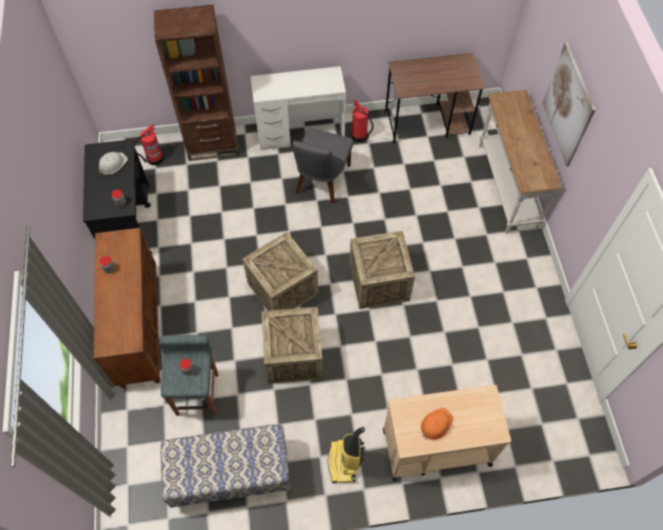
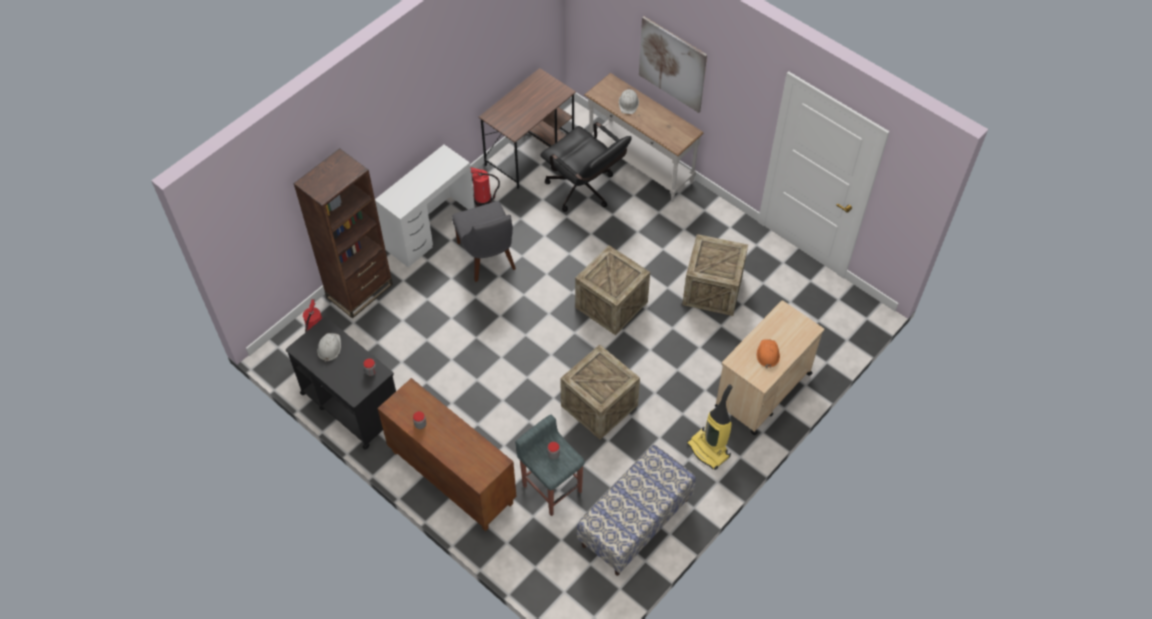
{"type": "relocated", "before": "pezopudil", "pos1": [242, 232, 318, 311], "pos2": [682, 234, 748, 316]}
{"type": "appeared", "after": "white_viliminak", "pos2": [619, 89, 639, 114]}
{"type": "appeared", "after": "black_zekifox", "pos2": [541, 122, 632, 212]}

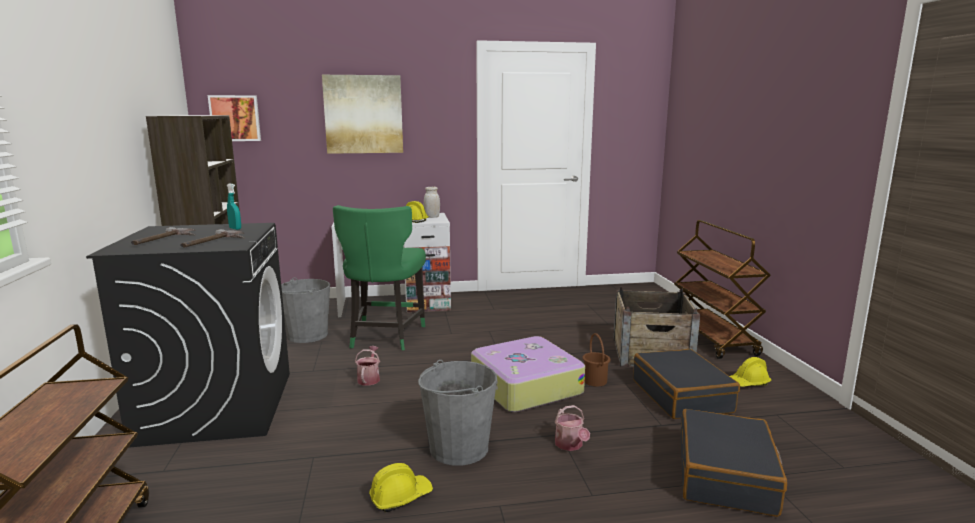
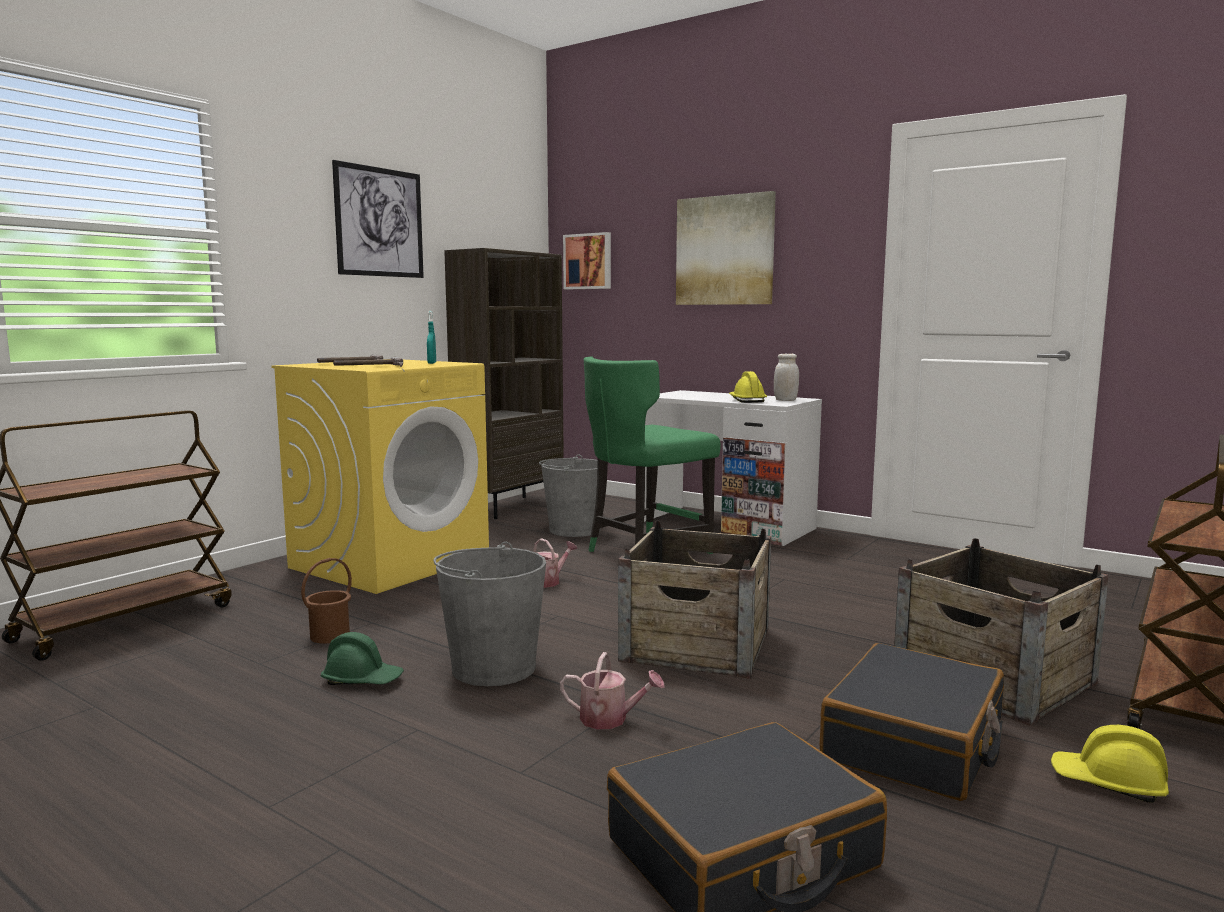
{"type": "colour", "before": "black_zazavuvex", "after": "yellow_zazavuvex", "pos1": [86, 223, 290, 448], "pos2": [271, 360, 489, 594]}
{"type": "relocated", "before": "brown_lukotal", "pos1": [583, 333, 611, 386], "pos2": [301, 558, 352, 644]}
{"type": "exchanged", "before": "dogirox", "after": "pezopudil", "pos1": [471, 336, 585, 412], "pos2": [618, 521, 771, 679]}
{"type": "spun", "before": "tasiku", "pos1": [555, 405, 590, 451], "pos2": [560, 652, 665, 729], "turn": -105}
{"type": "colour", "before": "yellow_viliminak", "after": "green_viliminak", "pos1": [369, 463, 433, 512], "pos2": [321, 632, 404, 685]}
{"type": "appeared", "after": "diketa", "pos2": [332, 160, 424, 278]}

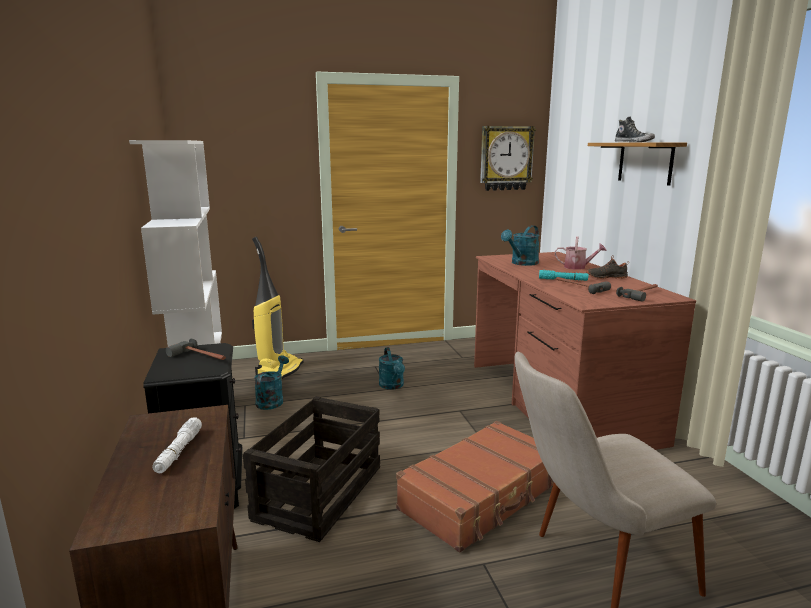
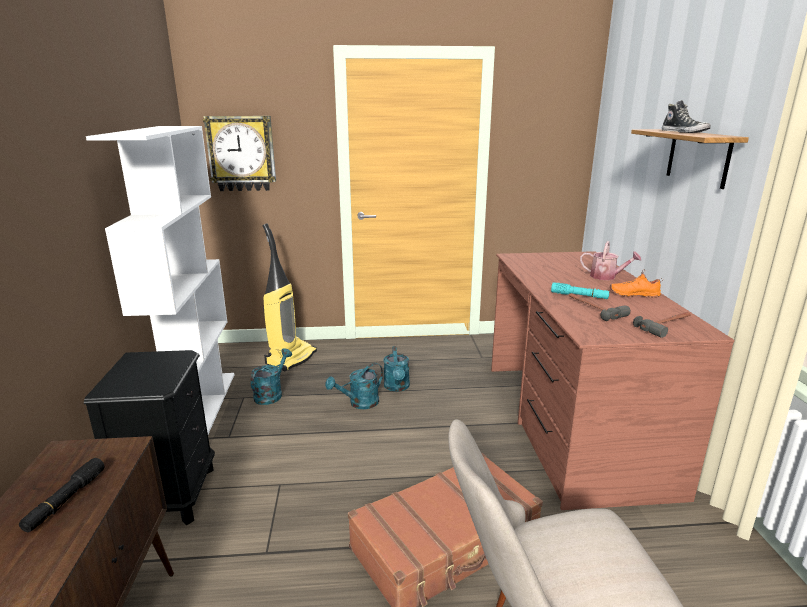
{"type": "relocated", "before": "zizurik", "pos1": [480, 126, 536, 191], "pos2": [203, 116, 276, 191]}
{"type": "relocated", "before": "turquoise_tasiku", "pos1": [501, 225, 540, 266], "pos2": [325, 363, 383, 409]}
{"type": "colour", "before": "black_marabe", "after": "orange_marabe", "pos1": [586, 255, 628, 279], "pos2": [610, 270, 664, 298]}
{"type": "missing", "before": "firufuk", "pos1": [166, 339, 226, 360]}
{"type": "missing", "before": "pezopudil", "pos1": [243, 396, 380, 542]}
{"type": "colour", "before": "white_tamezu", "after": "black_tamezu", "pos1": [152, 417, 202, 473], "pos2": [19, 458, 105, 532]}

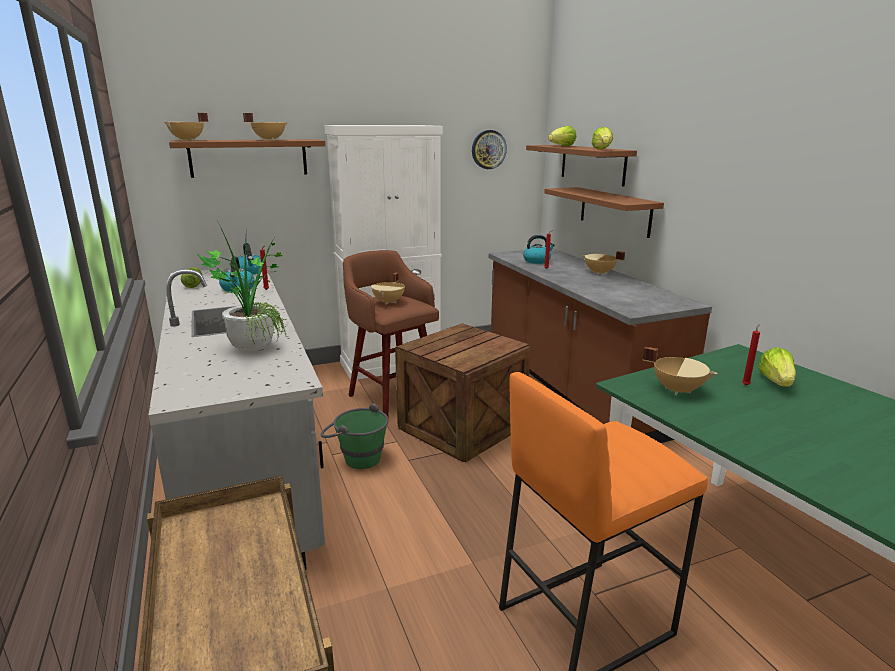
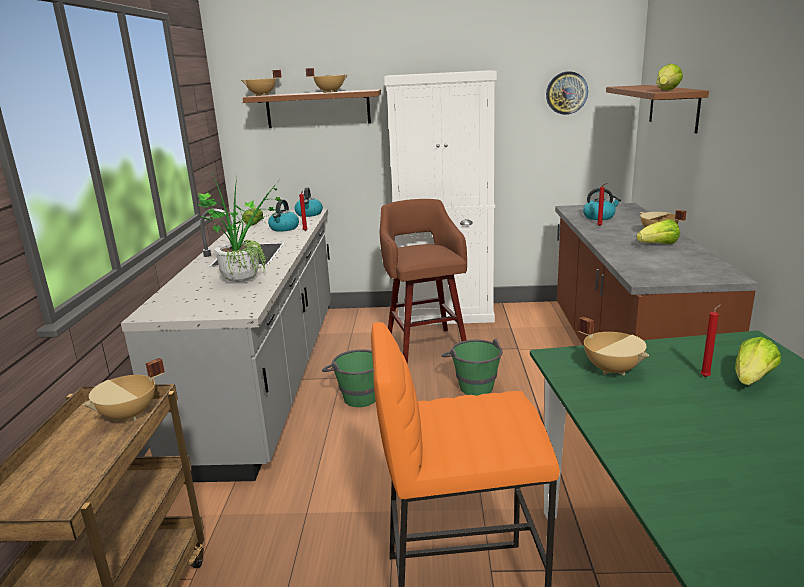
{"type": "relocated", "before": "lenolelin", "pos1": [548, 126, 576, 146], "pos2": [637, 219, 680, 244]}
{"type": "missing", "before": "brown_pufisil", "pos1": [544, 187, 664, 238]}
{"type": "relocated", "before": "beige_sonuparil", "pos1": [371, 272, 405, 305], "pos2": [83, 358, 165, 422]}
{"type": "exchanged", "before": "pezopudil", "after": "green_lukotal", "pos1": [395, 323, 531, 463], "pos2": [441, 339, 503, 396]}

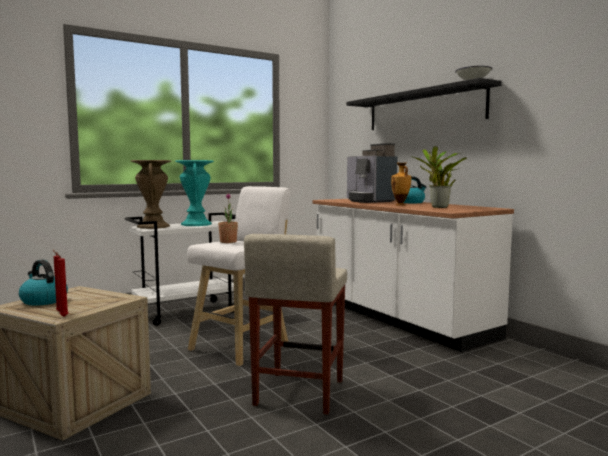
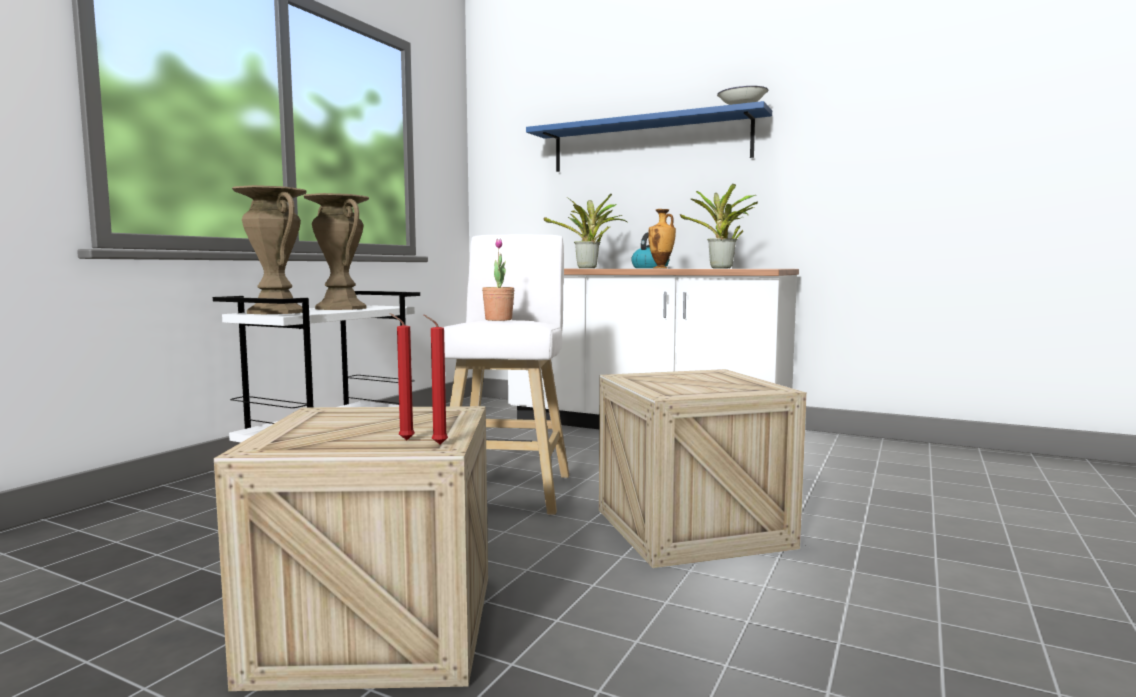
{"type": "colour", "before": "black_pufisil", "after": "blue_pufisil", "pos1": [347, 78, 502, 130], "pos2": [526, 101, 772, 172]}
{"type": "exchanged", "before": "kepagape", "after": "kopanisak", "pos1": [347, 143, 397, 203], "pos2": [543, 194, 627, 268]}
{"type": "colour", "before": "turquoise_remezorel", "after": "brown_remezorel", "pos1": [175, 160, 214, 226], "pos2": [304, 193, 369, 310]}
{"type": "exchanged", "before": "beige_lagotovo", "after": "pezopudil", "pos1": [244, 234, 347, 415], "pos2": [599, 369, 807, 568]}
{"type": "missing", "before": "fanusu", "pos1": [19, 260, 68, 306]}

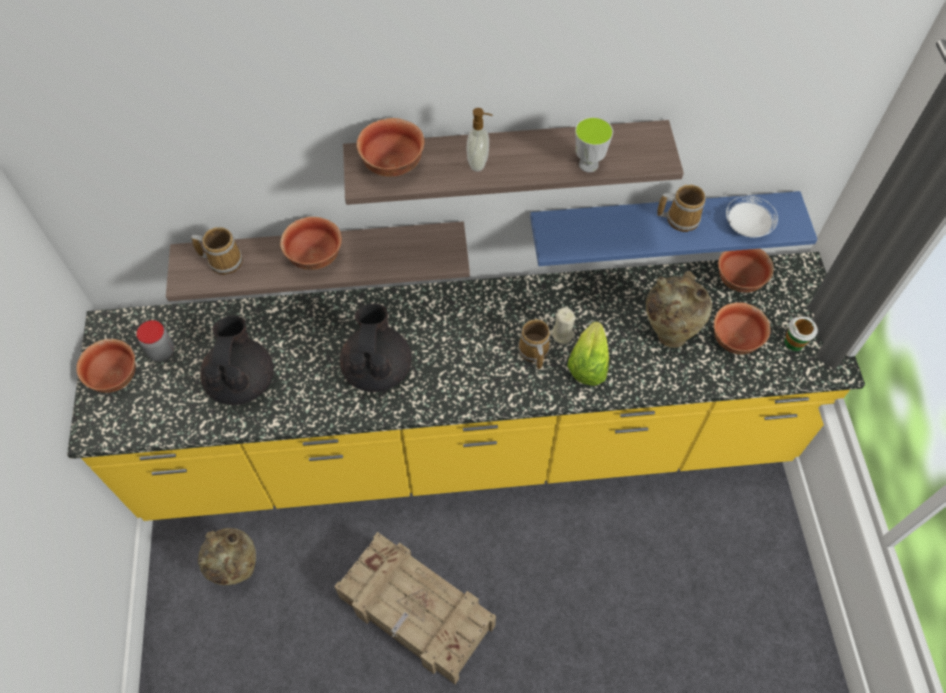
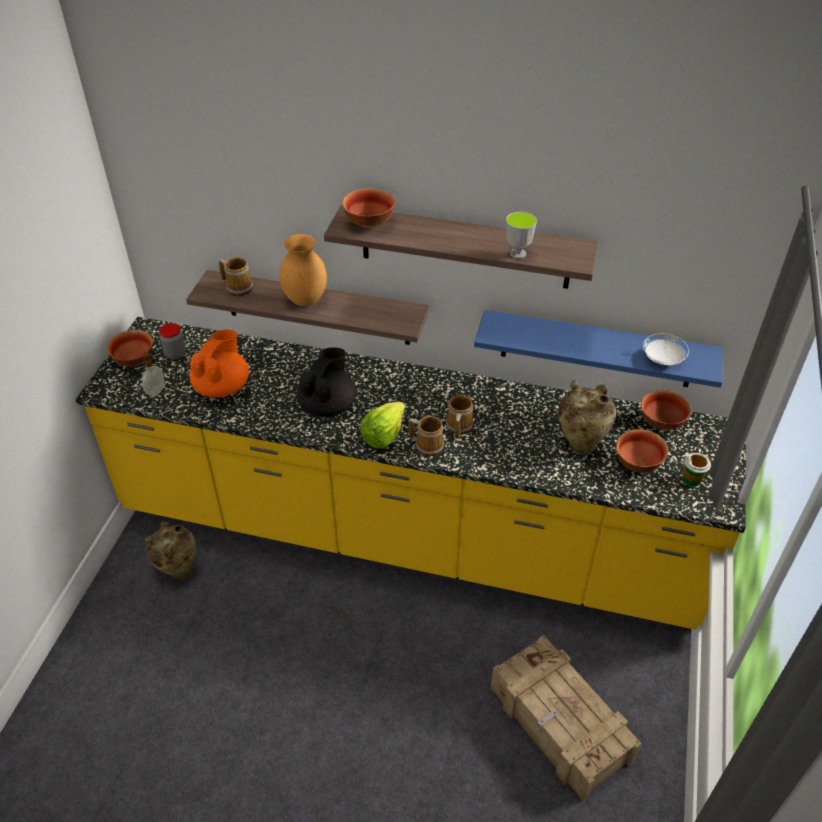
{"type": "relocated", "before": "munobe", "pos1": [467, 108, 492, 172], "pos2": [142, 352, 164, 397]}
{"type": "relocated", "before": "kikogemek", "pos1": [657, 184, 706, 232], "pos2": [408, 416, 444, 456]}
{"type": "exchanged", "before": "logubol", "after": "brown_remezorel", "pos1": [280, 217, 342, 270], "pos2": [279, 234, 327, 306]}
{"type": "missing", "before": "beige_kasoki", "pos1": [550, 307, 576, 344]}
{"type": "colour", "before": "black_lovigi", "after": "orange_lovigi", "pos1": [200, 316, 274, 405], "pos2": [190, 330, 249, 398]}
{"type": "relocated", "before": "lenolelin", "pos1": [567, 322, 609, 386], "pos2": [360, 402, 405, 449]}
{"type": "relocated", "before": "pezopudil", "pos1": [334, 532, 496, 685], "pos2": [491, 635, 642, 802]}

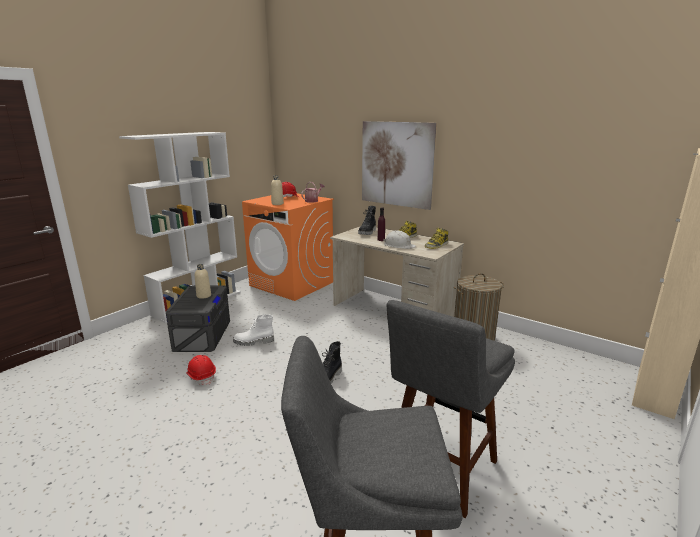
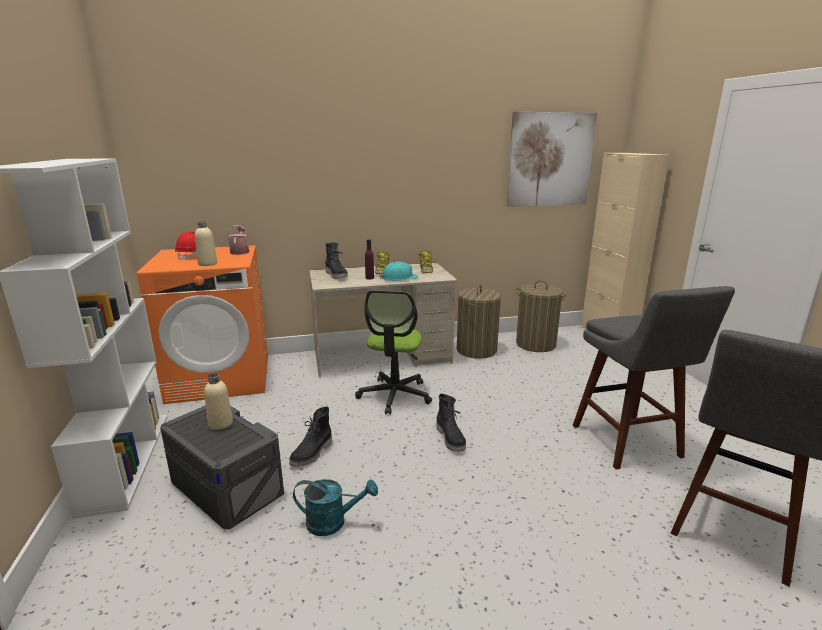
{"type": "relocated", "before": "diketa", "pos1": [362, 121, 437, 210], "pos2": [506, 112, 597, 207]}
{"type": "colour", "before": "white_viliminak", "after": "turquoise_viliminak", "pos1": [383, 231, 416, 249], "pos2": [380, 261, 419, 281]}
{"type": "colour", "before": "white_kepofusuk", "after": "black_kepofusuk", "pos1": [233, 314, 274, 346], "pos2": [289, 407, 332, 467]}
{"type": "exchanged", "before": "red_viliminak", "after": "turquoise_tasiku", "pos1": [187, 355, 216, 385], "pos2": [293, 479, 378, 536]}
{"type": "appeared", "after": "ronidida", "pos2": [516, 280, 568, 352]}
{"type": "appeared", "after": "zekifox", "pos2": [355, 290, 432, 415]}

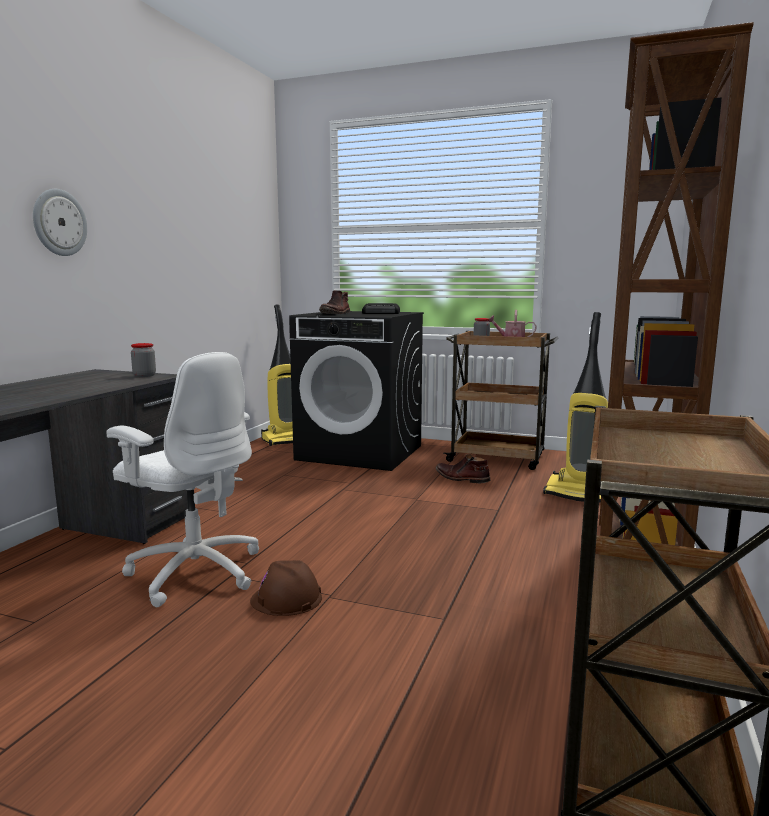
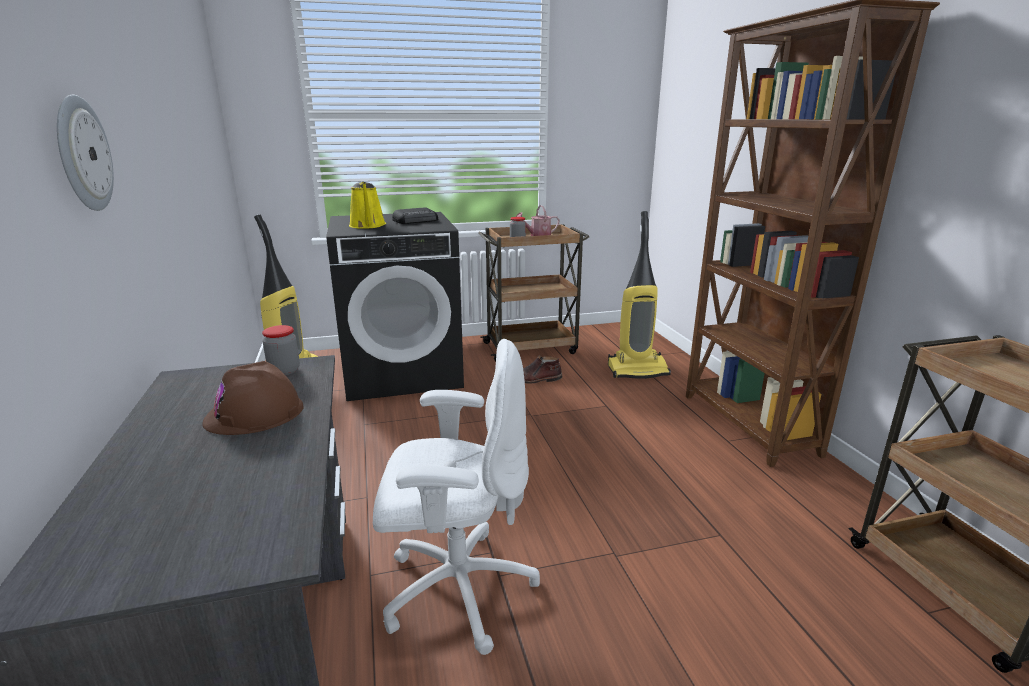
{"type": "exchanged", "before": "brown_kepofusuk", "after": "yellow_tasiku", "pos1": [319, 291, 350, 314], "pos2": [349, 182, 386, 229]}
{"type": "relocated", "before": "brown_viliminak", "pos1": [250, 560, 322, 616], "pos2": [203, 361, 303, 435]}

